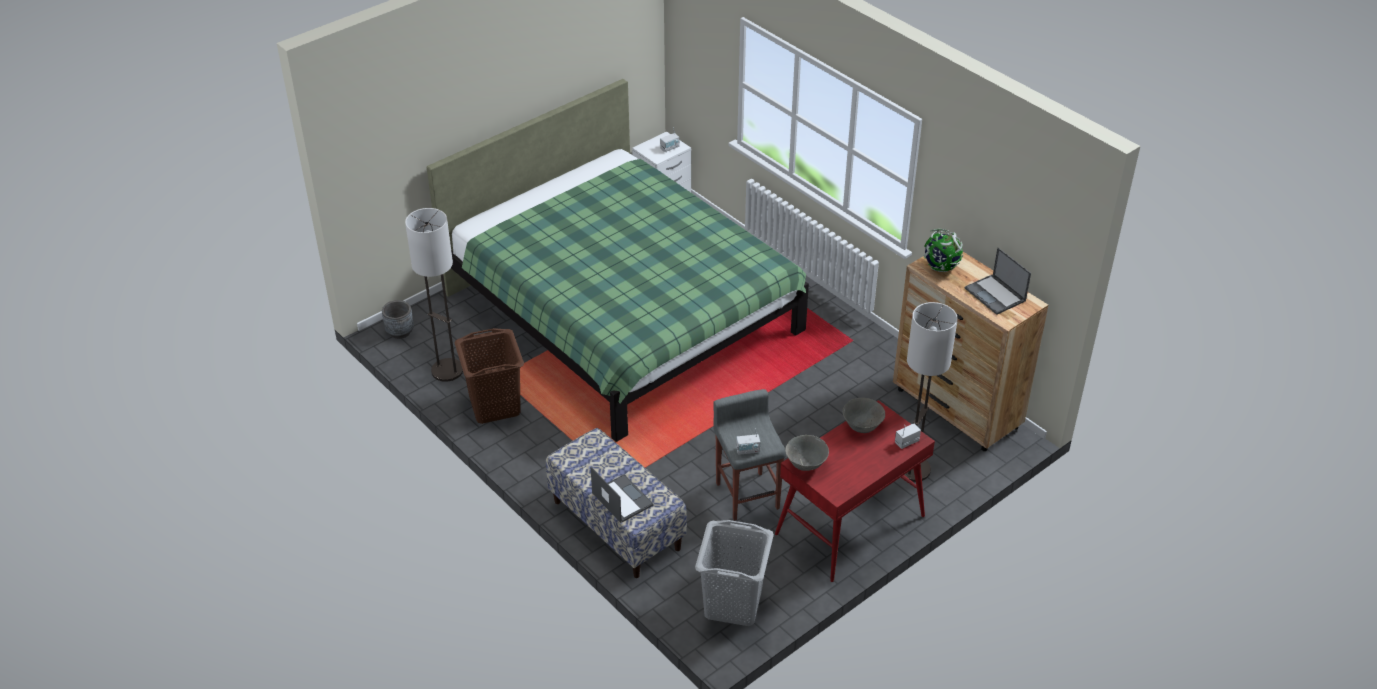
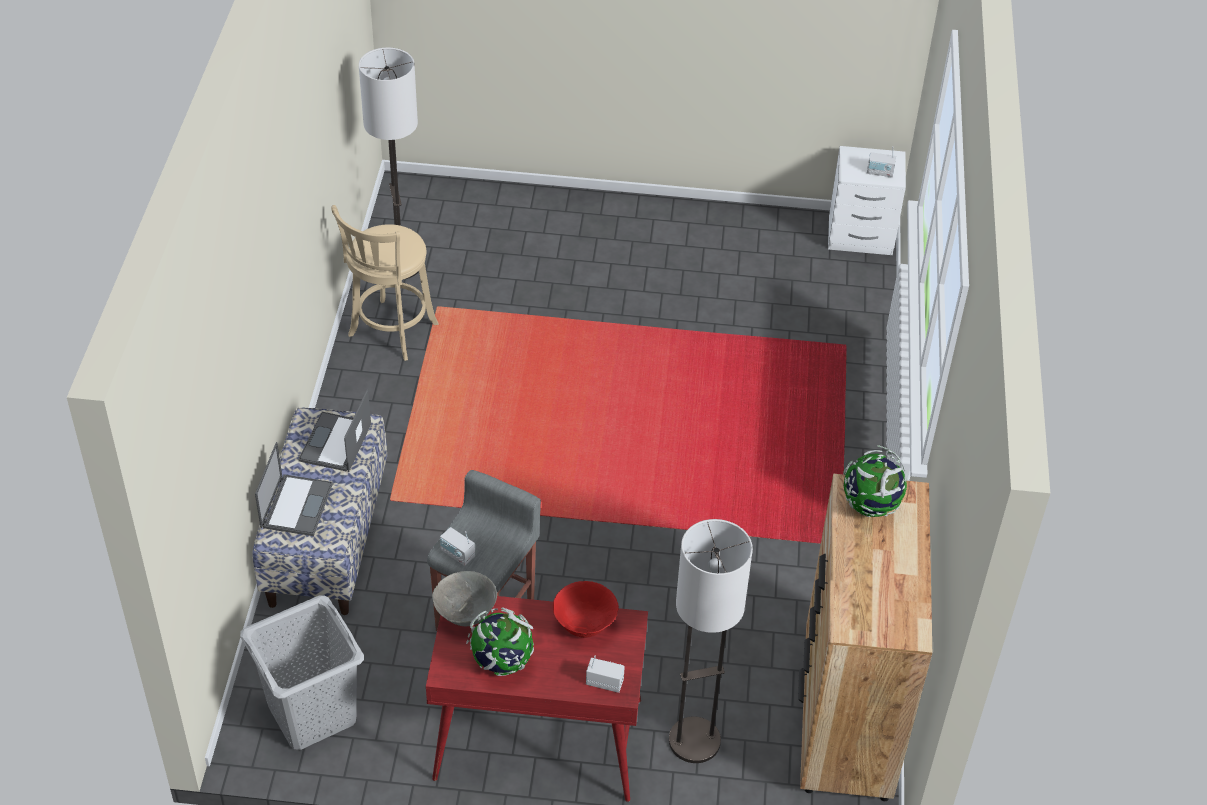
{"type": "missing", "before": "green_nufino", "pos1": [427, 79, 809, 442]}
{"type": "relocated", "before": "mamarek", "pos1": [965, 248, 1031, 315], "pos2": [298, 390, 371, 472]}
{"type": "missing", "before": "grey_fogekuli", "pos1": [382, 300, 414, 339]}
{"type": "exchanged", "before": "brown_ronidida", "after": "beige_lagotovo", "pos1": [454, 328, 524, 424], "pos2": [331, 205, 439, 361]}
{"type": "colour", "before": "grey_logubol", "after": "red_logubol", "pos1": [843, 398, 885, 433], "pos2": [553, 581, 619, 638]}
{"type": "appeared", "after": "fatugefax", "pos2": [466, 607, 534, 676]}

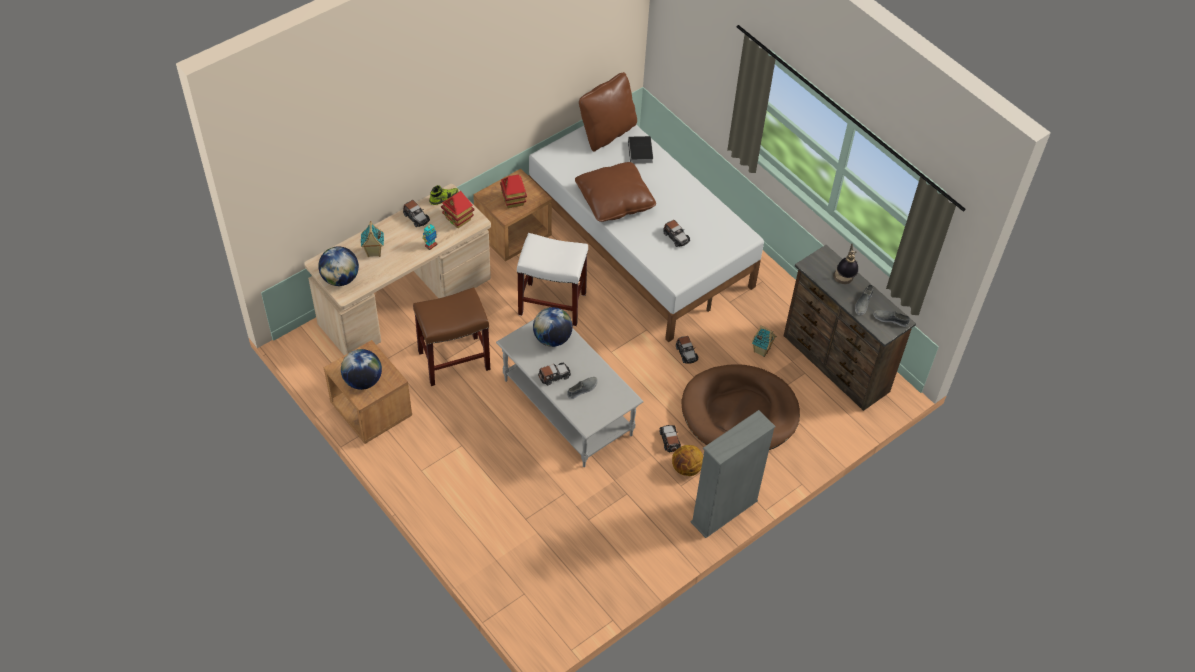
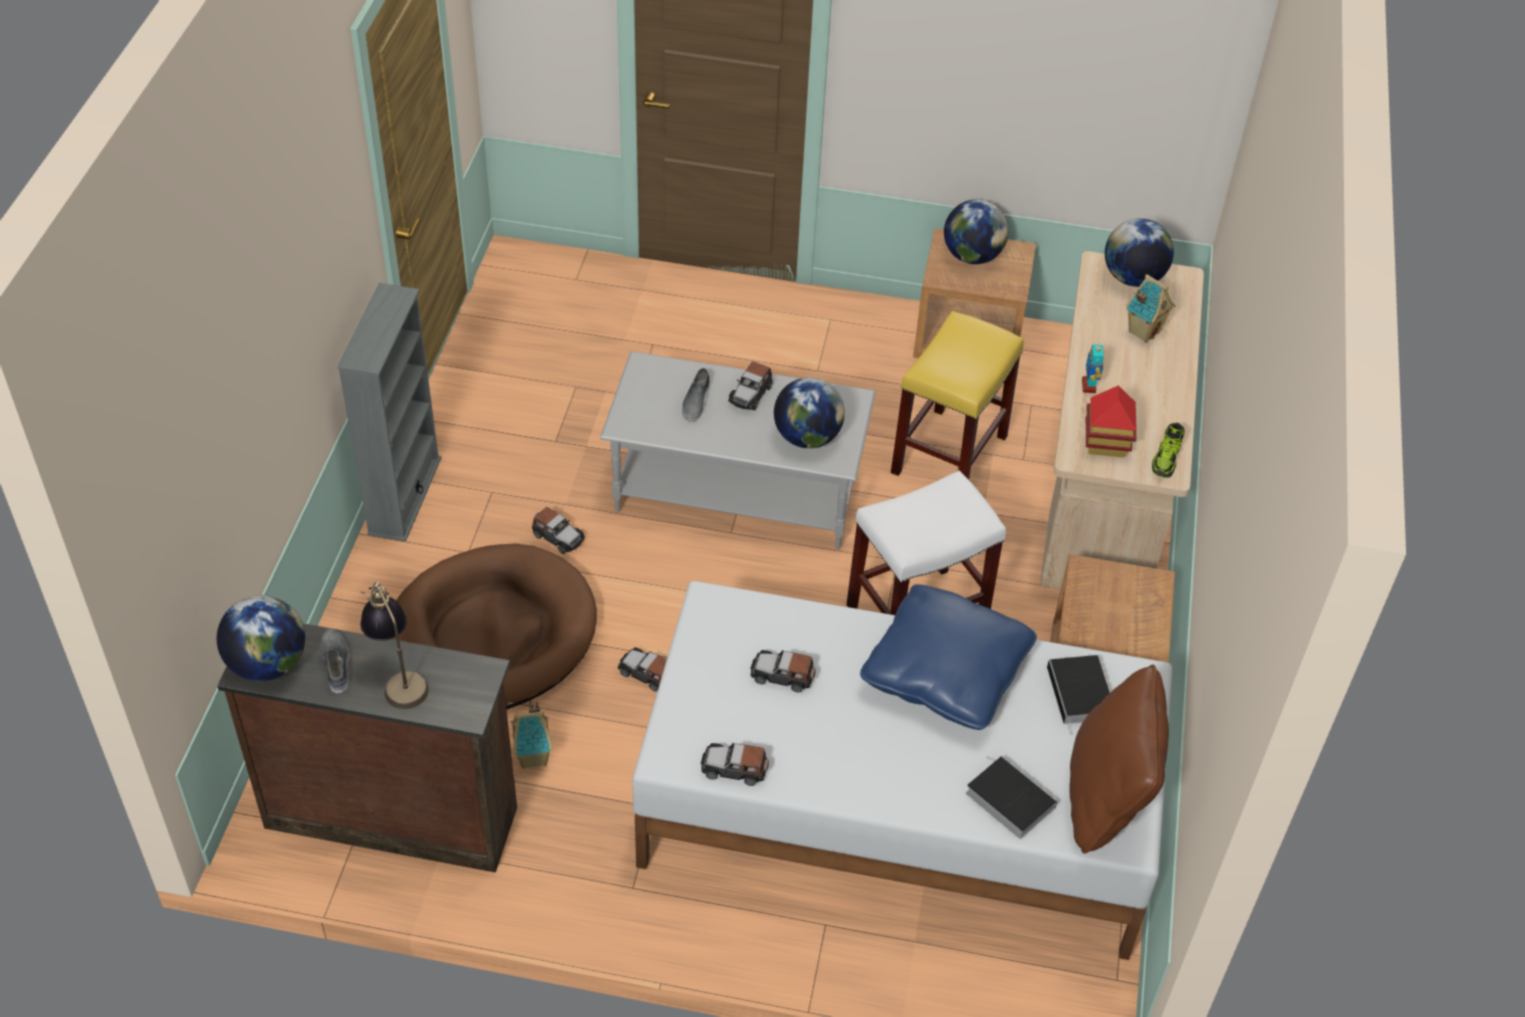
{"type": "colour", "before": "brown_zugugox", "after": "blue_zugugox", "pos1": [575, 162, 656, 222], "pos2": [860, 584, 1037, 730]}
{"type": "missing", "before": "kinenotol", "pos1": [500, 175, 527, 208]}
{"type": "relocated", "before": "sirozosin", "pos1": [403, 200, 430, 227], "pos2": [701, 743, 769, 786]}
{"type": "colour", "before": "brown_lagotovo", "after": "yellow_lagotovo", "pos1": [413, 287, 490, 386], "pos2": [891, 311, 1024, 480]}
{"type": "exchanged", "before": "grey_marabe", "after": "fatugefax", "pos1": [873, 310, 910, 327], "pos2": [217, 595, 305, 681]}
{"type": "missing", "before": "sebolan", "pos1": [672, 445, 703, 476]}
{"type": "appeared", "after": "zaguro", "pos2": [1047, 655, 1110, 735]}

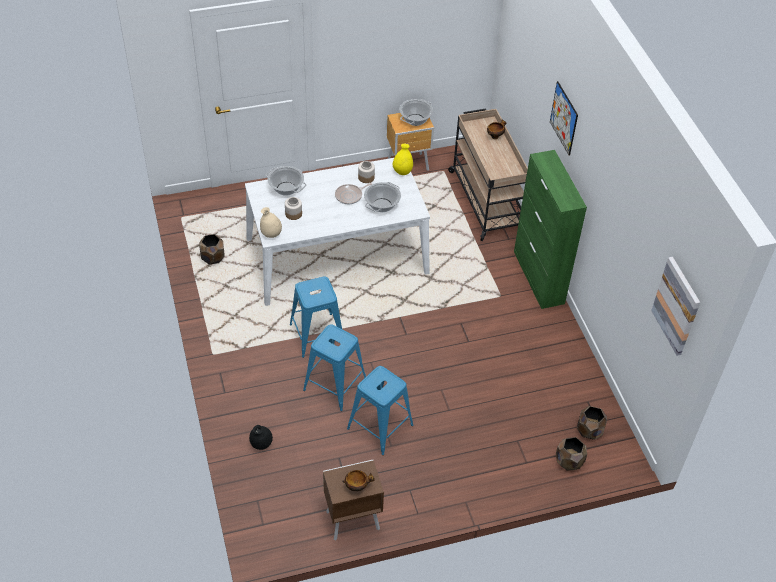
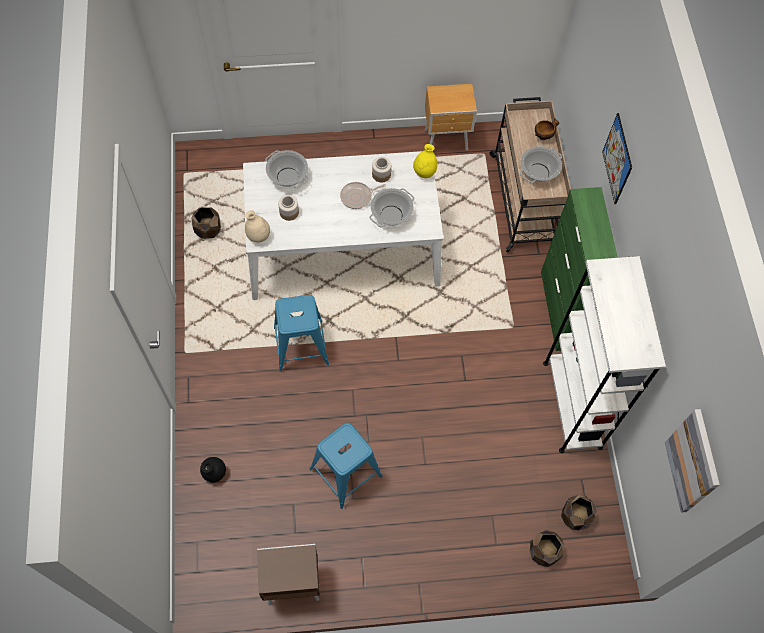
{"type": "relocated", "before": "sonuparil", "pos1": [400, 99, 433, 126], "pos2": [520, 146, 562, 183]}
{"type": "missing", "before": "blue_lagotovo", "pos1": [303, 324, 366, 411]}
{"type": "missing", "before": "logubol", "pos1": [342, 470, 375, 491]}
{"type": "appeared", "after": "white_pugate", "pos2": [543, 256, 666, 453]}

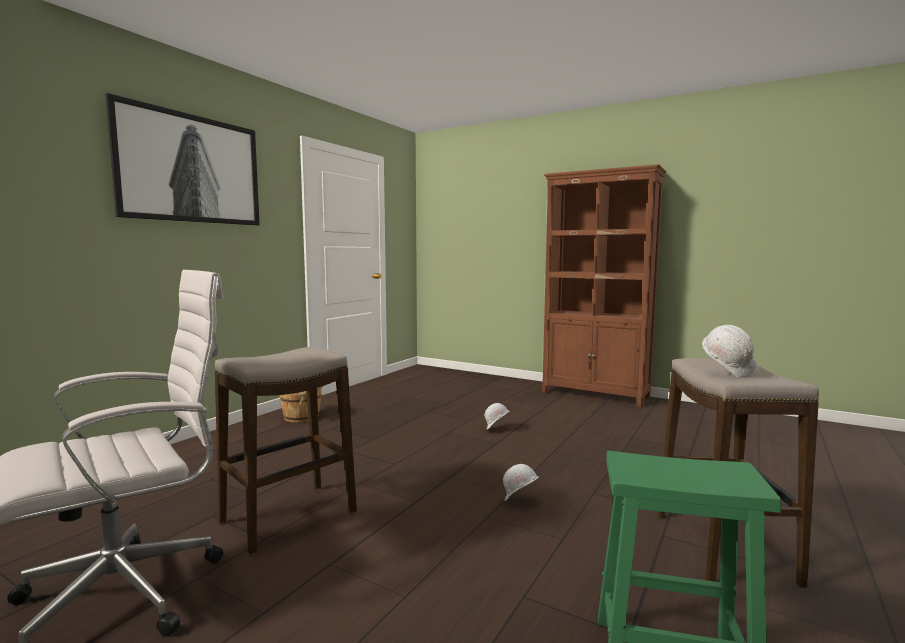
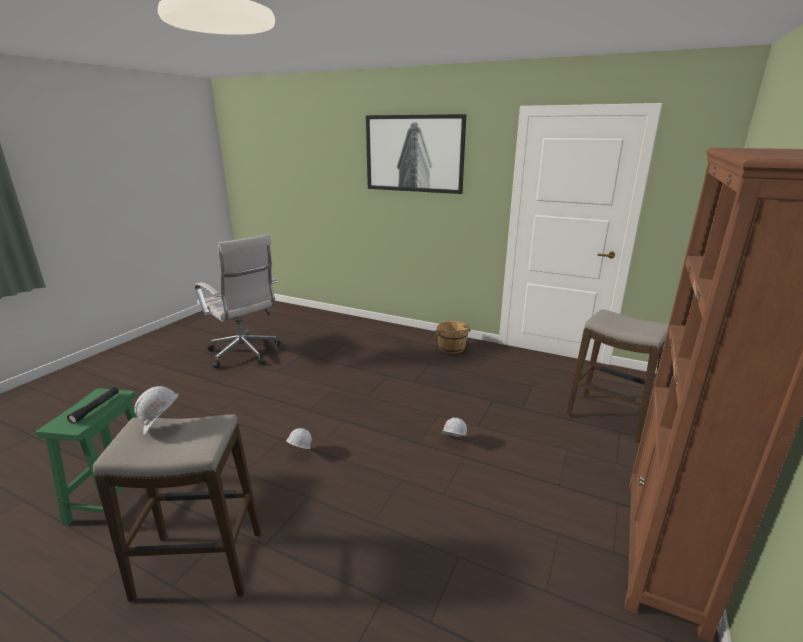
{"type": "relocated", "before": "lagotovo", "pos1": [215, 347, 357, 555], "pos2": [566, 309, 669, 443]}
{"type": "appeared", "after": "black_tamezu", "pos2": [67, 387, 119, 424]}

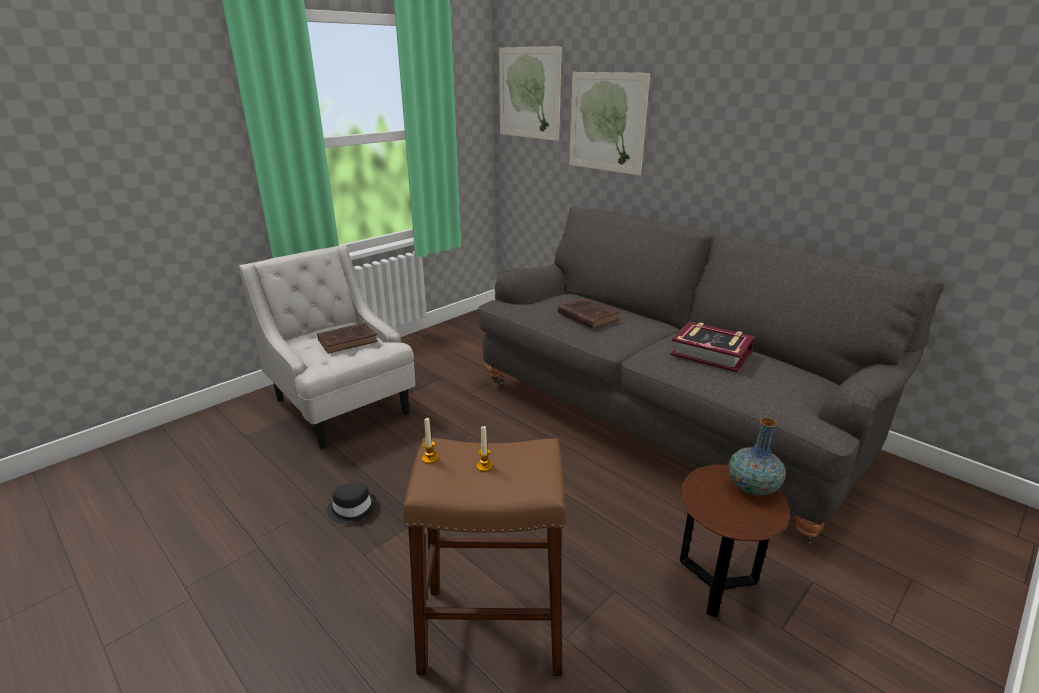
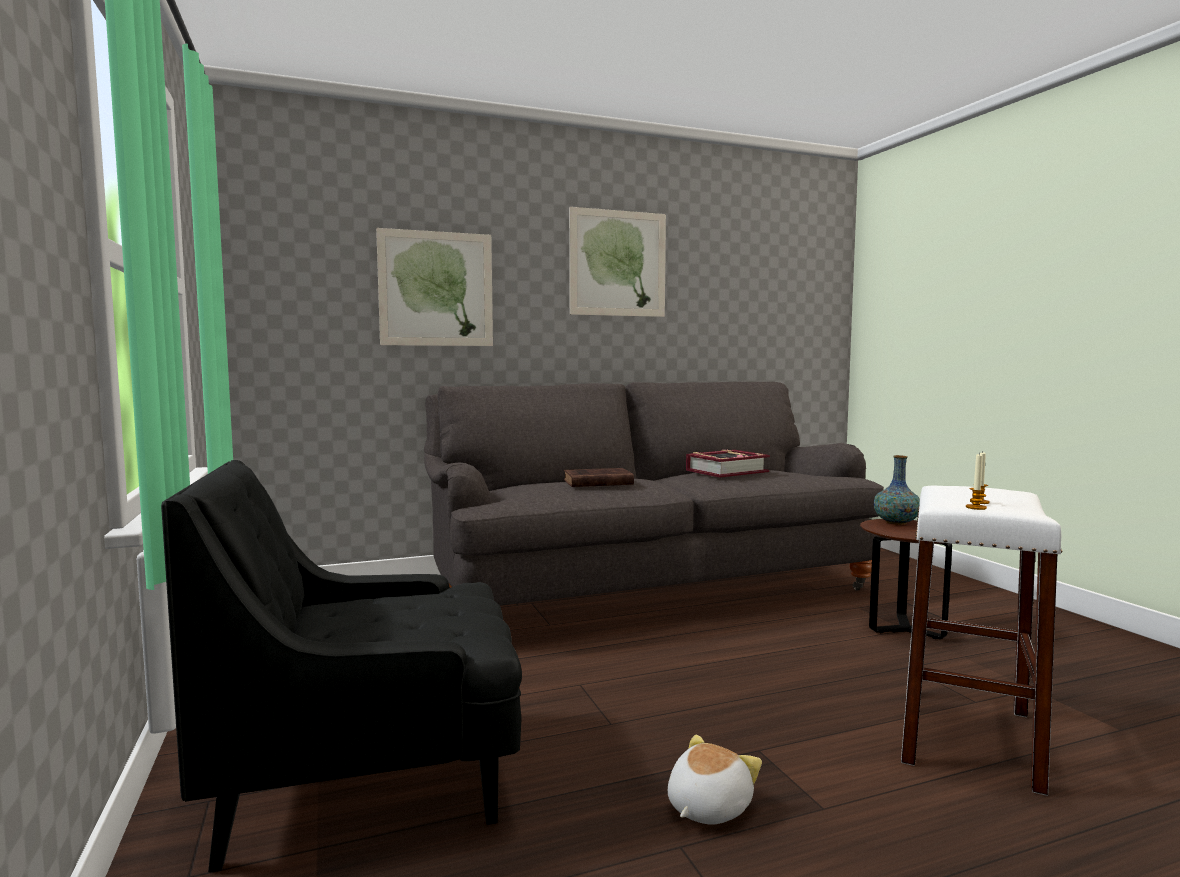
{"type": "relocated", "before": "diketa", "pos1": [499, 46, 562, 141], "pos2": [569, 207, 666, 317]}
{"type": "colour", "before": "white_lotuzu", "after": "black_lotuzu", "pos1": [239, 245, 416, 449], "pos2": [161, 460, 522, 873]}
{"type": "missing", "before": "brown_zaguro", "pos1": [317, 323, 378, 354]}
{"type": "colour", "before": "brown_lagotovo", "after": "white_lagotovo", "pos1": [403, 438, 565, 676], "pos2": [901, 486, 1062, 796]}
{"type": "exchanged", "before": "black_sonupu", "after": "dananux", "pos1": [327, 482, 376, 524], "pos2": [668, 734, 762, 825]}

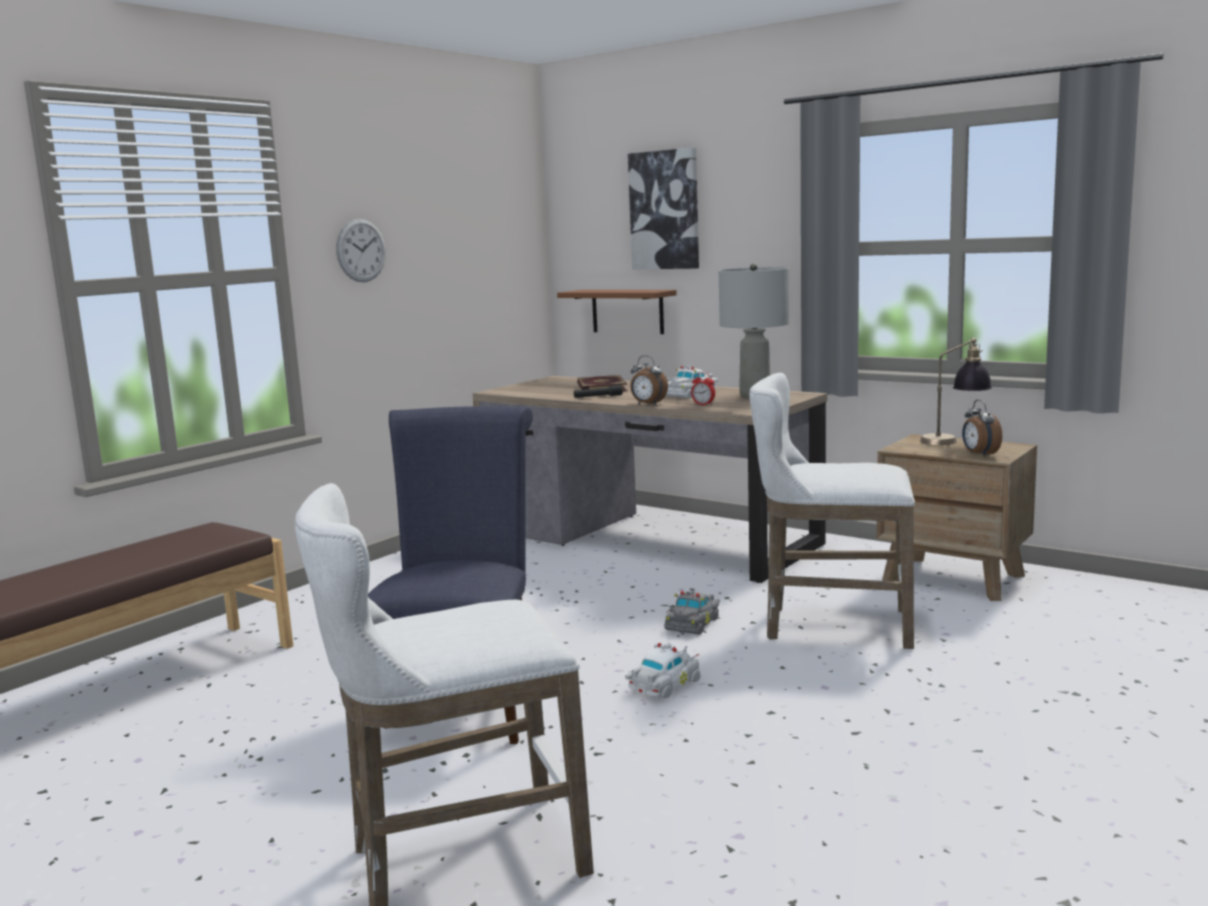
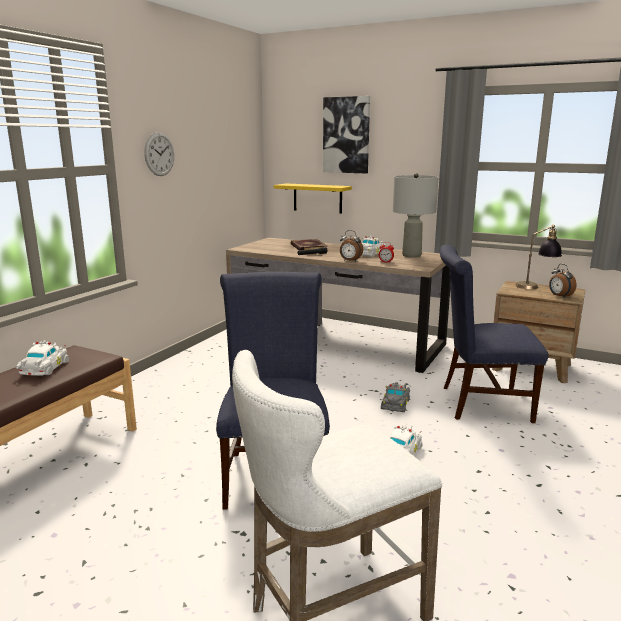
{"type": "colour", "before": "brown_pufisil", "after": "yellow_pufisil", "pos1": [557, 290, 677, 334], "pos2": [274, 183, 352, 214]}
{"type": "exchanged", "before": "white_lagotovo", "after": "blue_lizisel", "pos1": [749, 373, 915, 649], "pos2": [440, 245, 549, 423]}
{"type": "appeared", "after": "white_sirozosin", "pos2": [16, 340, 69, 376]}

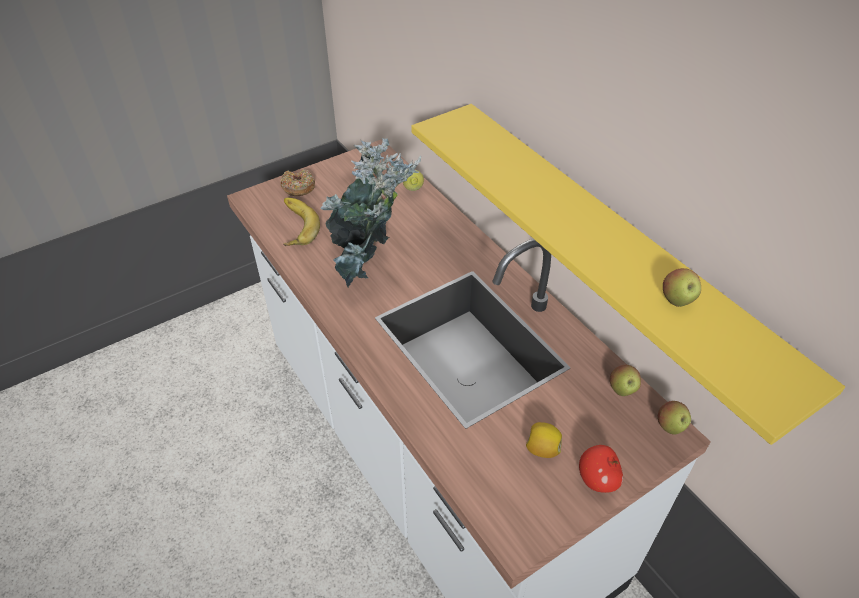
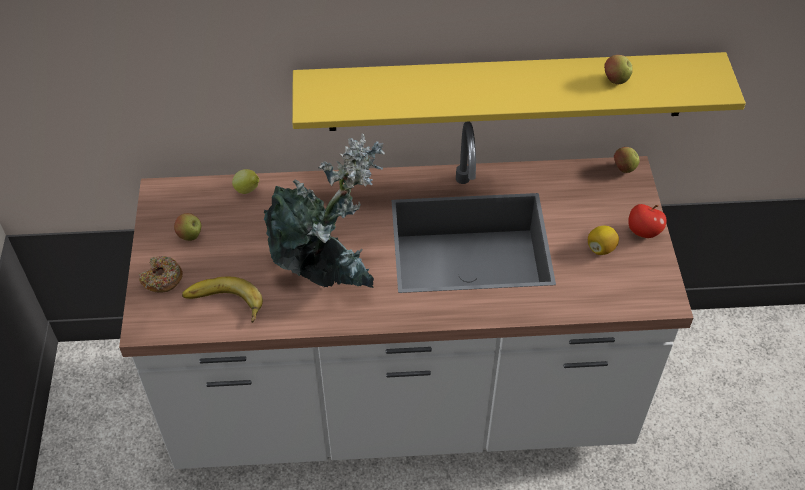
{"type": "relocated", "before": "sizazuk", "pos1": [610, 365, 641, 396], "pos2": [174, 213, 201, 241]}

